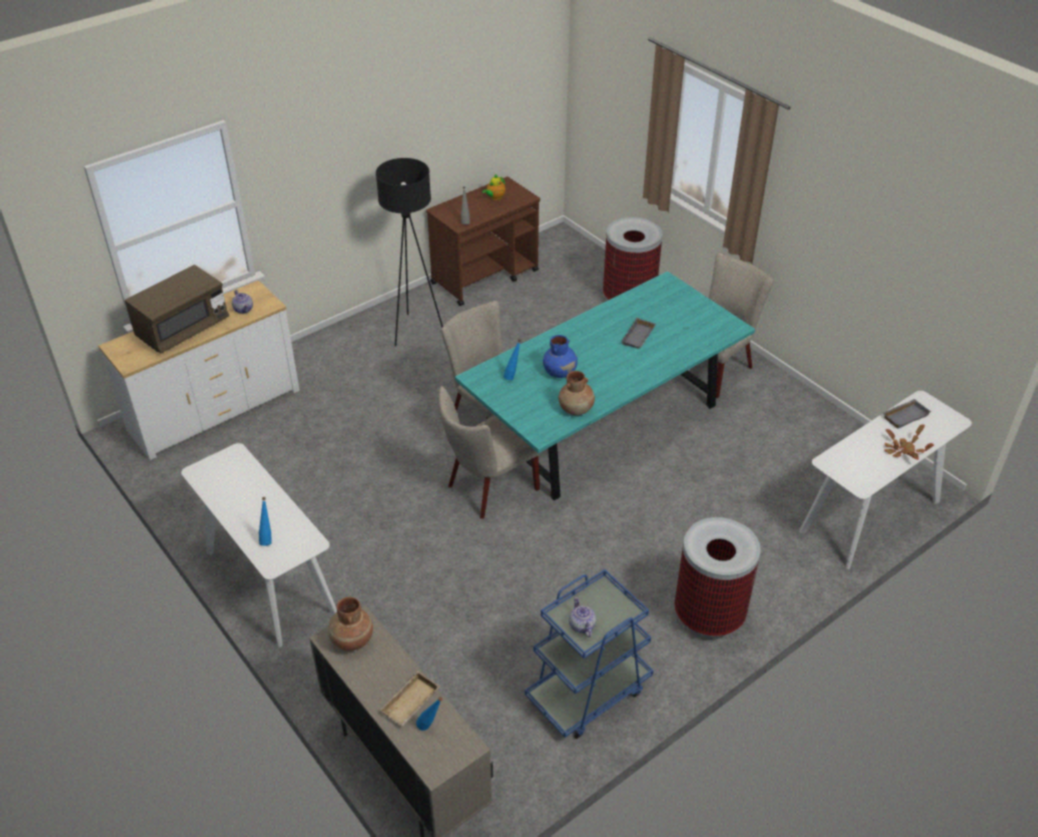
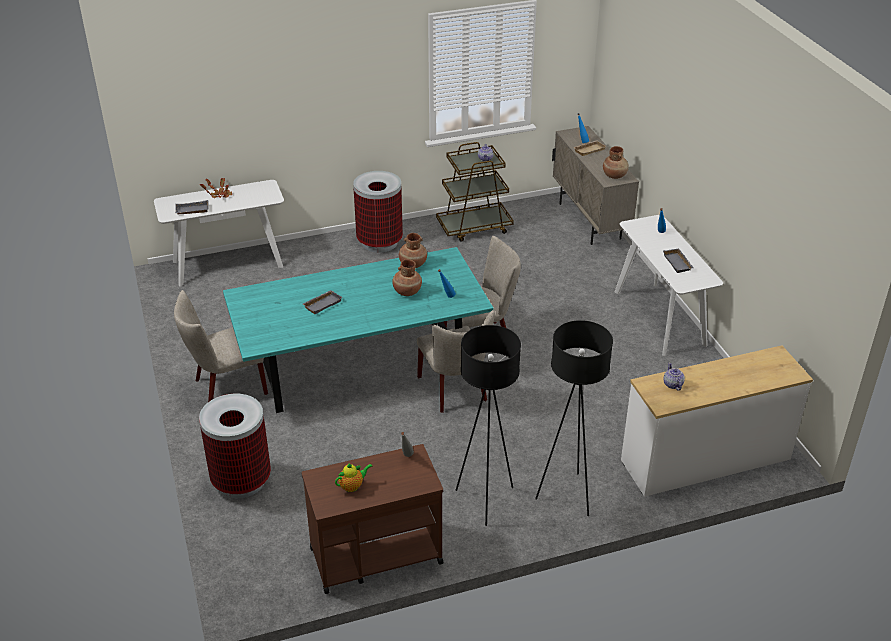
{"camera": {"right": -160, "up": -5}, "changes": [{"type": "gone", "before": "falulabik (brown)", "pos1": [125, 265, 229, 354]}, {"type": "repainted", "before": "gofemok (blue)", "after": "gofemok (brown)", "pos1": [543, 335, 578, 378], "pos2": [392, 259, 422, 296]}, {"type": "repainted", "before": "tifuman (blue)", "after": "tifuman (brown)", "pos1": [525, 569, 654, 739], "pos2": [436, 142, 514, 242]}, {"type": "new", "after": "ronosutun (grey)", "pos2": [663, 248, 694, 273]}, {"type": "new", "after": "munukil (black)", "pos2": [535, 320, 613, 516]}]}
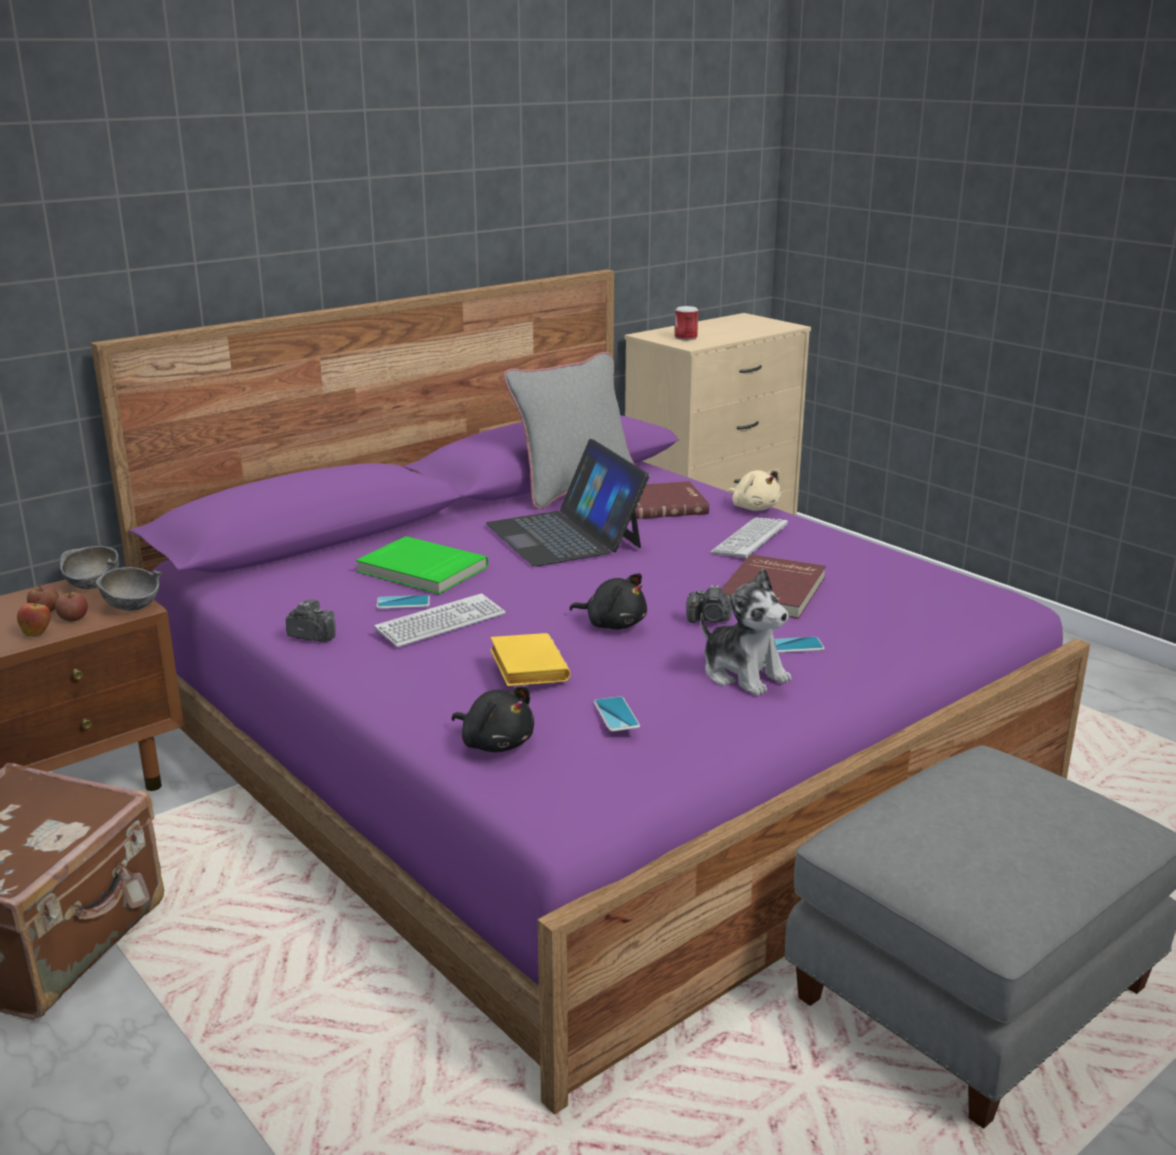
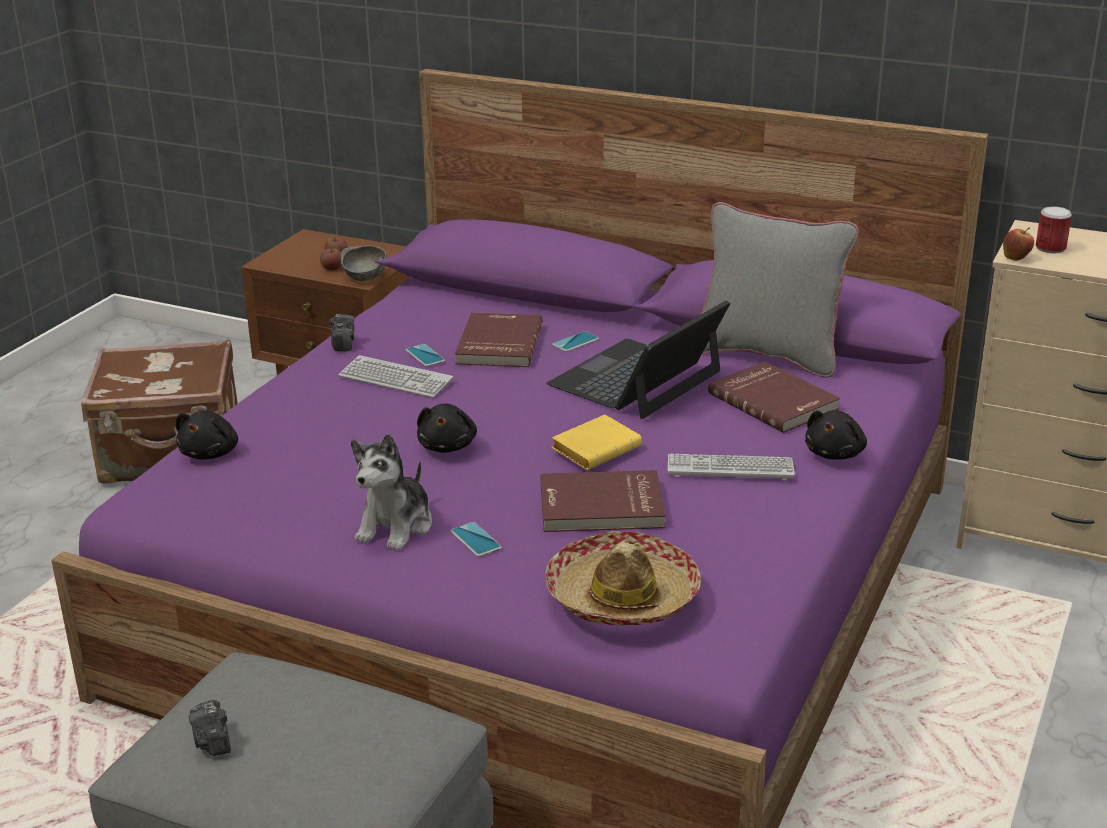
{"camera": {"right": 65, "up": 5}, "changes": [{"type": "repainted", "before": "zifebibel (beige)", "after": "zifebibel (black)", "pos1": [727, 469, 781, 511], "pos2": [805, 410, 867, 460]}, {"type": "repainted", "before": "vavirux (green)", "after": "vavirux (red)", "pos1": [356, 536, 488, 594], "pos2": [455, 312, 543, 367]}, {"type": "gone", "before": "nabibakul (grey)", "pos1": [60, 546, 119, 589]}, {"type": "shifted", "before": "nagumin", "pos1": [686, 585, 732, 623], "pos2": [189, 700, 231, 756]}, {"type": "shifted", "before": "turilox", "pos1": [17, 598, 51, 637], "pos2": [1003, 227, 1034, 261]}, {"type": "shifted", "before": "vavirux (yellow)", "pos1": [490, 633, 571, 686], "pos2": [552, 415, 642, 470]}, {"type": "shifted", "before": "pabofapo", "pos1": [594, 696, 640, 732], "pos2": [552, 331, 599, 352]}, {"type": "new", "after": "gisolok", "pos2": [545, 531, 701, 625]}]}
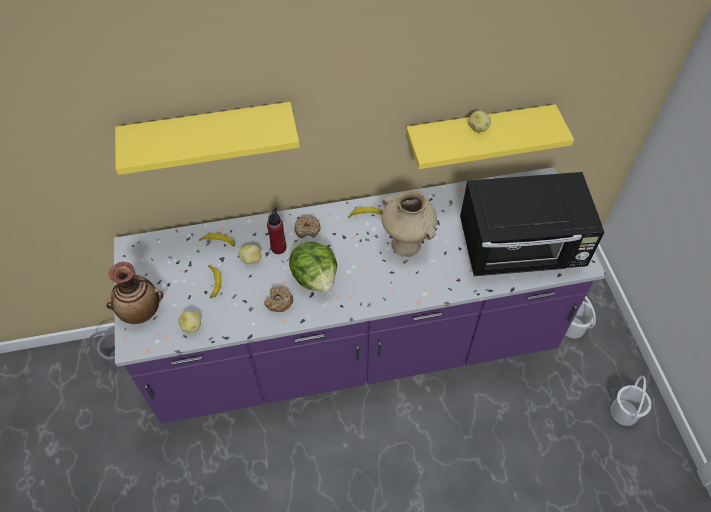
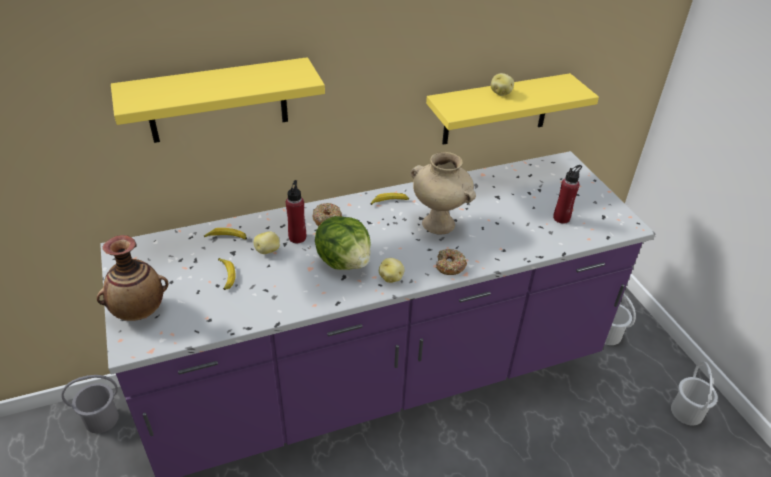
{"camera": {"right": -10, "up": -15}, "changes": [{"type": "swapped", "before": "falulabik (black)", "after": "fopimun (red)", "pos1": [460, 172, 605, 276], "pos2": [553, 165, 582, 224]}, {"type": "shifted", "before": "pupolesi", "pos1": [264, 286, 293, 312], "pos2": [436, 249, 467, 275]}, {"type": "shifted", "before": "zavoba", "pos1": [178, 311, 201, 333], "pos2": [379, 258, 404, 283]}]}
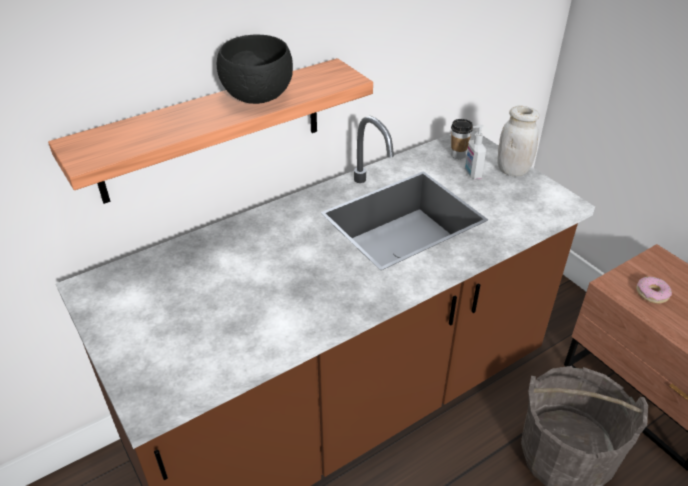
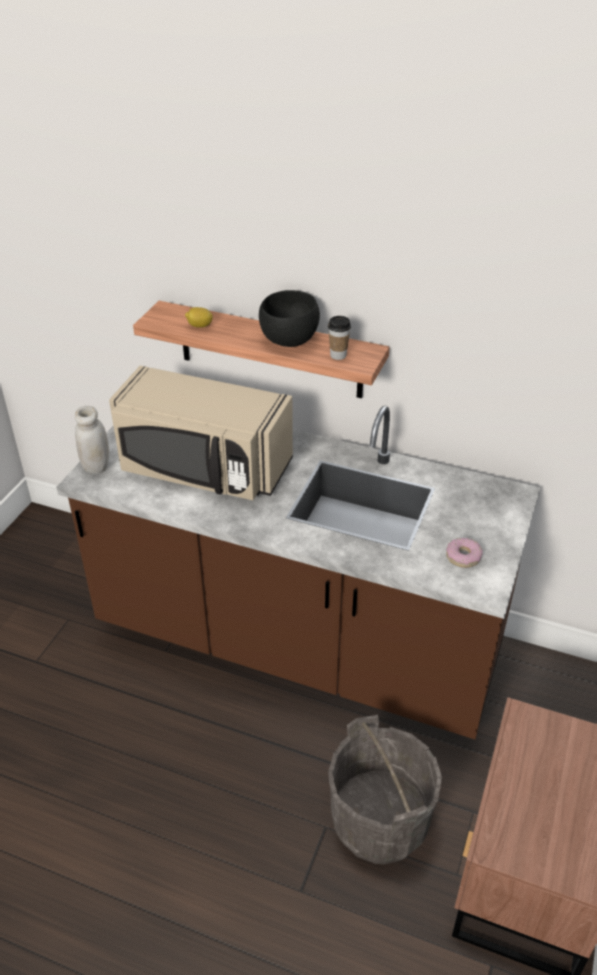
{"camera": {"right": 55, "up": 0}, "changes": [{"type": "shifted", "before": "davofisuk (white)", "pos1": [497, 106, 539, 177], "pos2": [75, 406, 109, 474]}, {"type": "shifted", "before": "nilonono", "pos1": [451, 119, 473, 159], "pos2": [328, 316, 351, 360]}, {"type": "gone", "before": "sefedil", "pos1": [465, 125, 486, 179]}, {"type": "shifted", "before": "pupolesi", "pos1": [636, 276, 672, 304], "pos2": [446, 538, 483, 568]}, {"type": "new", "after": "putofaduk", "pos2": [185, 307, 213, 328]}, {"type": "new", "after": "falulabik (beige)", "pos2": [109, 366, 293, 500]}]}
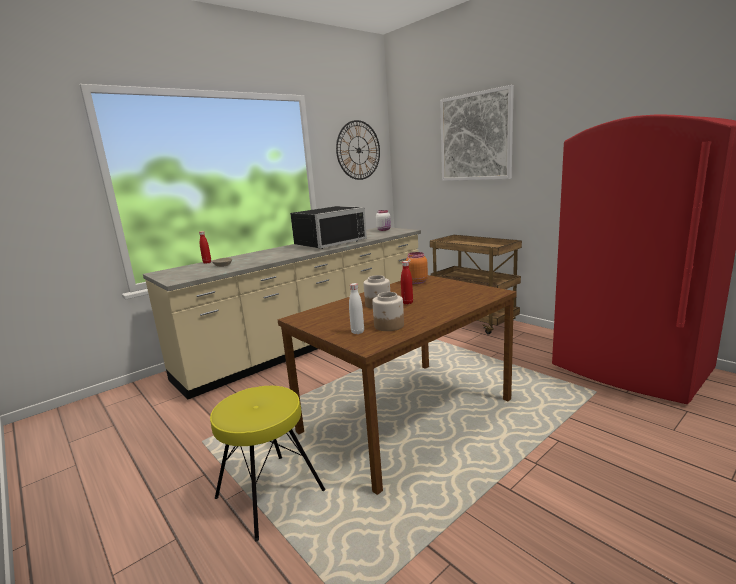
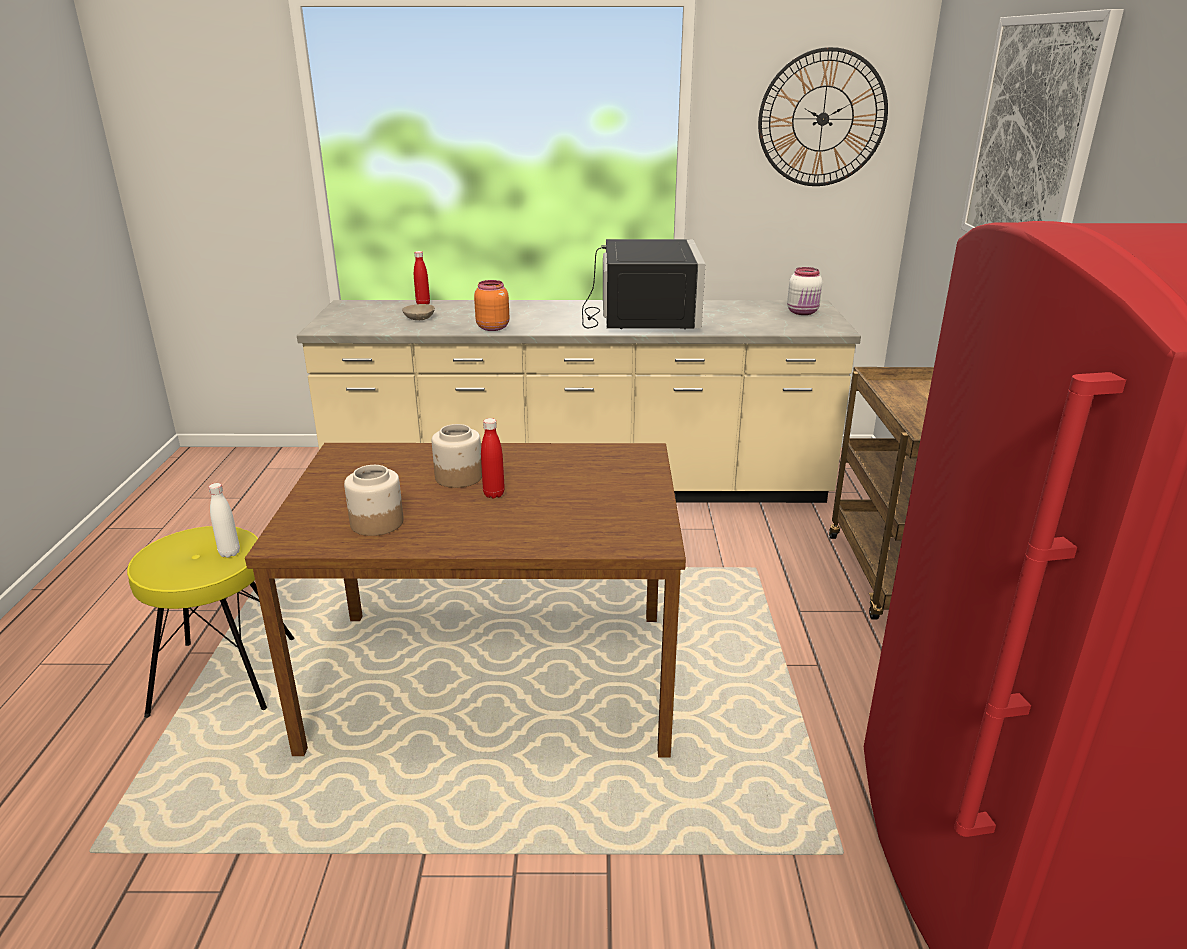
{"camera": {"right": 40, "up": 10}, "changes": [{"type": "rotated", "before": "falulabik (black)", "pos1": [290, 206, 367, 249], "pos2": [582, 239, 705, 329], "turn": -90}, {"type": "shifted", "before": "davofisuk (orange)", "pos1": [406, 252, 428, 284], "pos2": [474, 280, 510, 331]}, {"type": "shifted", "before": "fopimun (white)", "pos1": [349, 283, 364, 334], "pos2": [208, 483, 240, 558]}]}
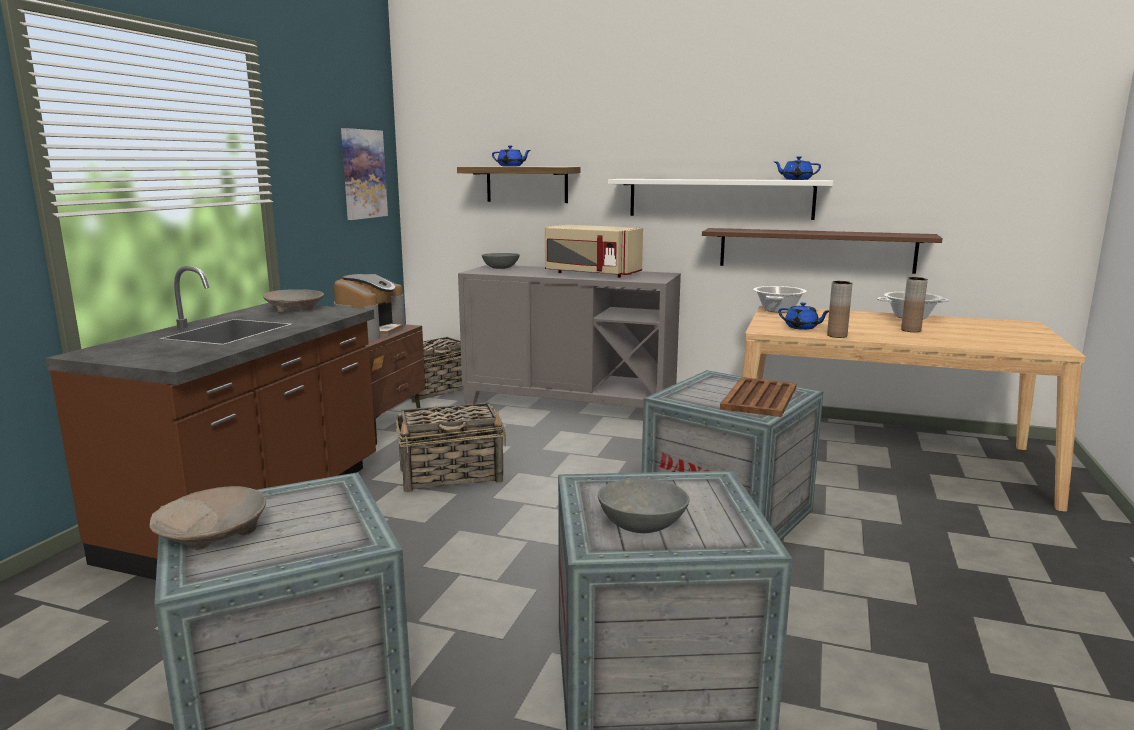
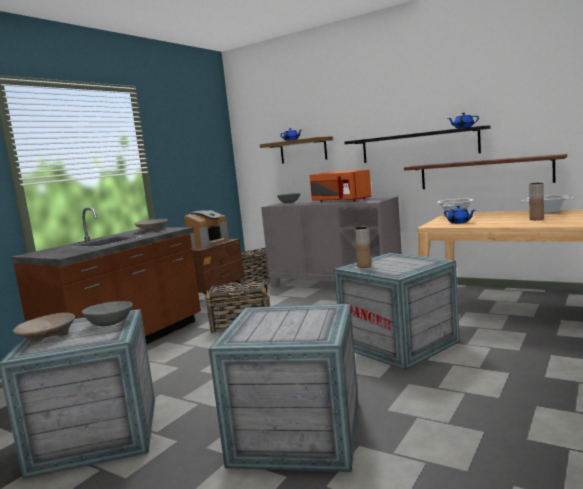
{"camera": {"right": 15, "up": -5}, "changes": [{"type": "gone", "before": "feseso", "pos1": [341, 128, 388, 220]}, {"type": "repainted", "before": "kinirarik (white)", "after": "kinirarik (black)", "pos1": [608, 179, 833, 220], "pos2": [344, 126, 490, 163]}, {"type": "repainted", "before": "falulabik (beige)", "after": "falulabik (orange)", "pos1": [545, 224, 643, 278], "pos2": [310, 170, 371, 202]}, {"type": "shifted", "before": "gofemok (brown)", "pos1": [827, 281, 853, 338], "pos2": [354, 227, 371, 268]}, {"type": "gone", "before": "ronosutun (brown)", "pos1": [720, 377, 797, 417]}, {"type": "shifted", "before": "nabibakul (grey)", "pos1": [598, 478, 690, 533], "pos2": [82, 301, 133, 326]}]}
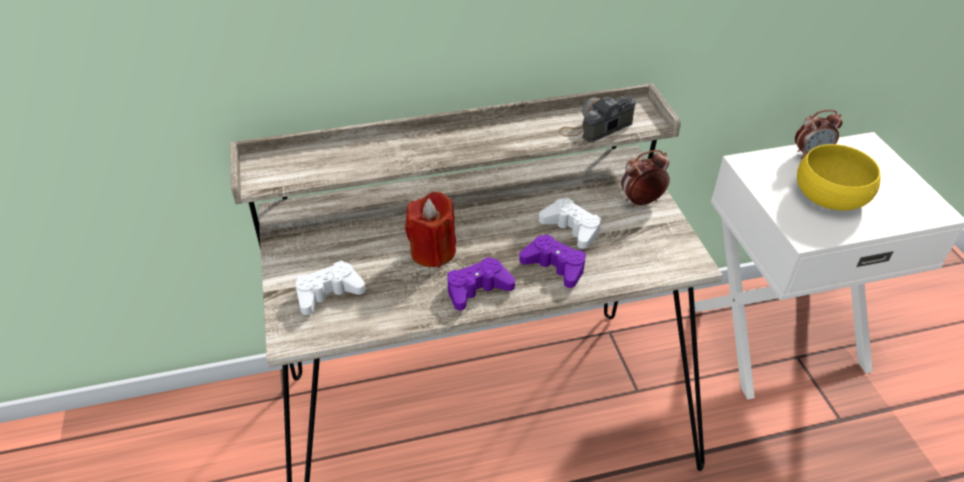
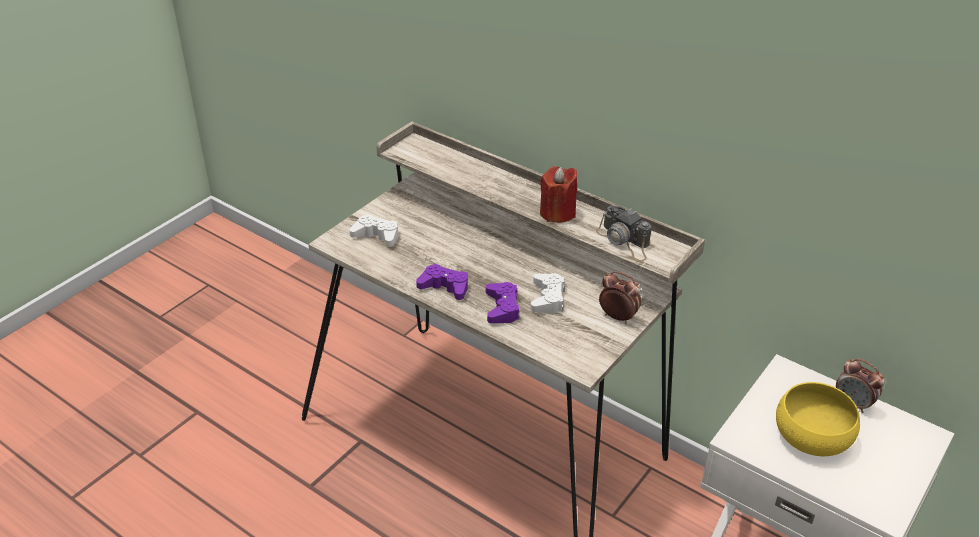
{"camera": {"right": 50, "up": -5}, "changes": [{"type": "rotated", "before": "nagumin", "pos1": [558, 96, 636, 142], "pos2": [596, 205, 652, 262], "turn": -150}, {"type": "shifted", "before": "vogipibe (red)", "pos1": [405, 192, 456, 268], "pos2": [540, 166, 577, 223]}]}
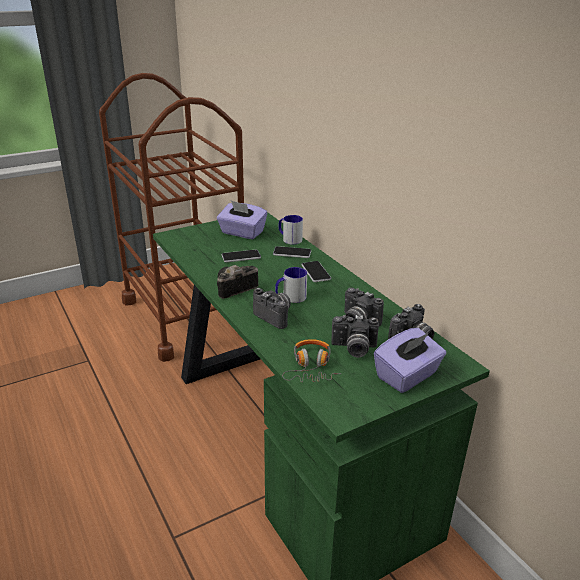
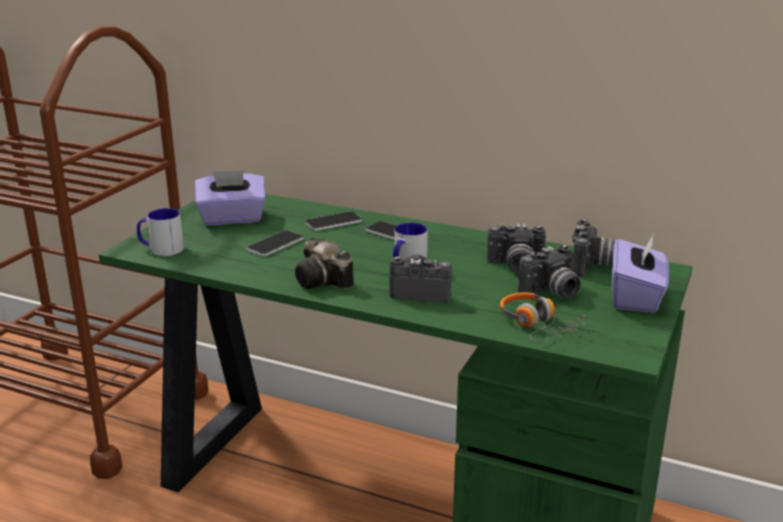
{"camera": {"right": -35, "up": -5}, "changes": [{"type": "shifted", "before": "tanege", "pos1": [278, 215, 303, 244], "pos2": [137, 208, 184, 256]}, {"type": "rotated", "before": "nagumin", "pos1": [217, 265, 258, 299], "pos2": [295, 238, 354, 289], "turn": -60}]}
